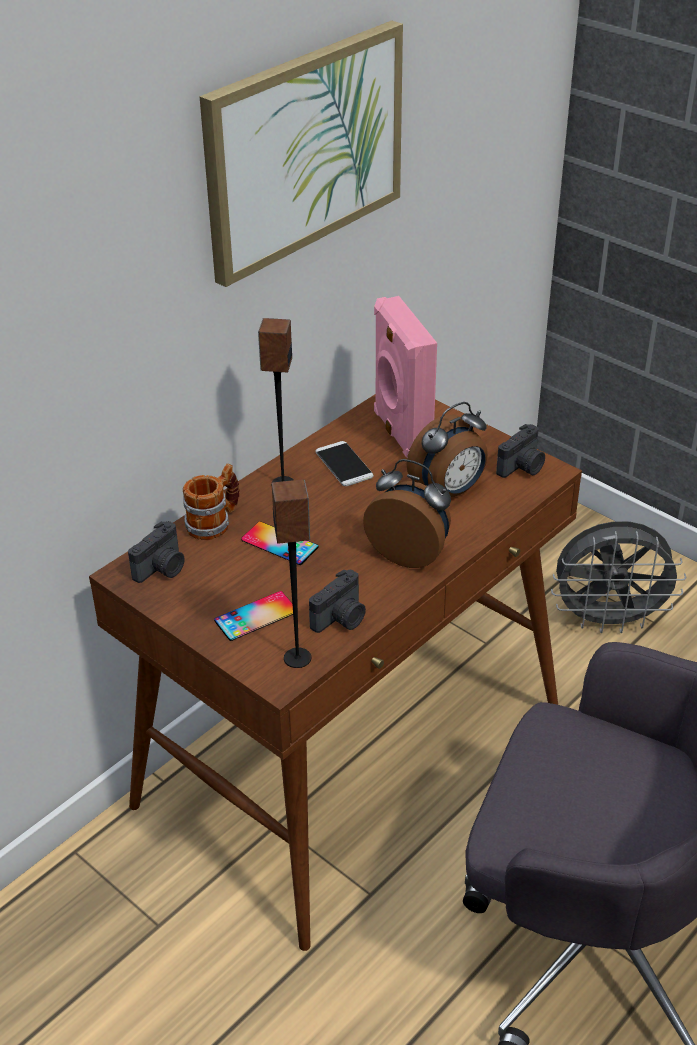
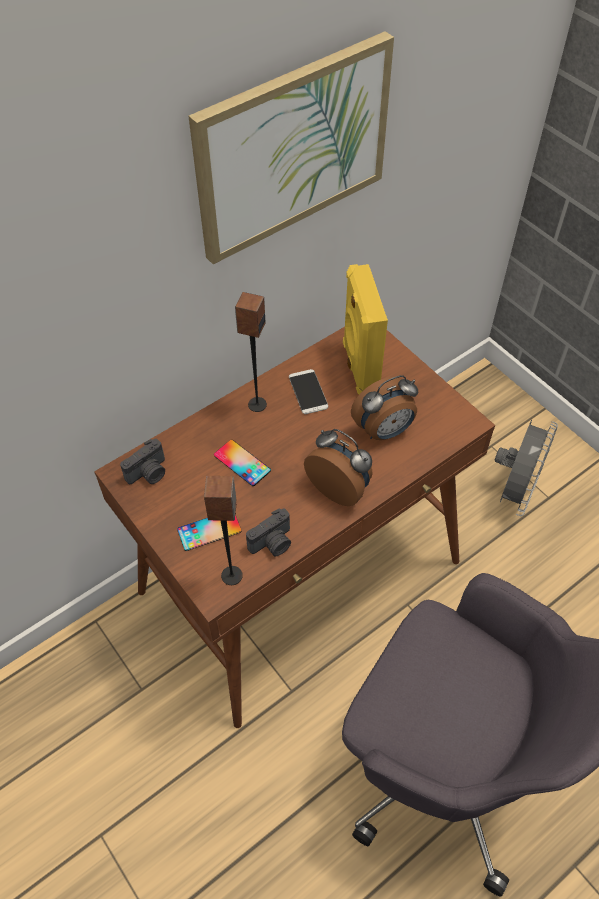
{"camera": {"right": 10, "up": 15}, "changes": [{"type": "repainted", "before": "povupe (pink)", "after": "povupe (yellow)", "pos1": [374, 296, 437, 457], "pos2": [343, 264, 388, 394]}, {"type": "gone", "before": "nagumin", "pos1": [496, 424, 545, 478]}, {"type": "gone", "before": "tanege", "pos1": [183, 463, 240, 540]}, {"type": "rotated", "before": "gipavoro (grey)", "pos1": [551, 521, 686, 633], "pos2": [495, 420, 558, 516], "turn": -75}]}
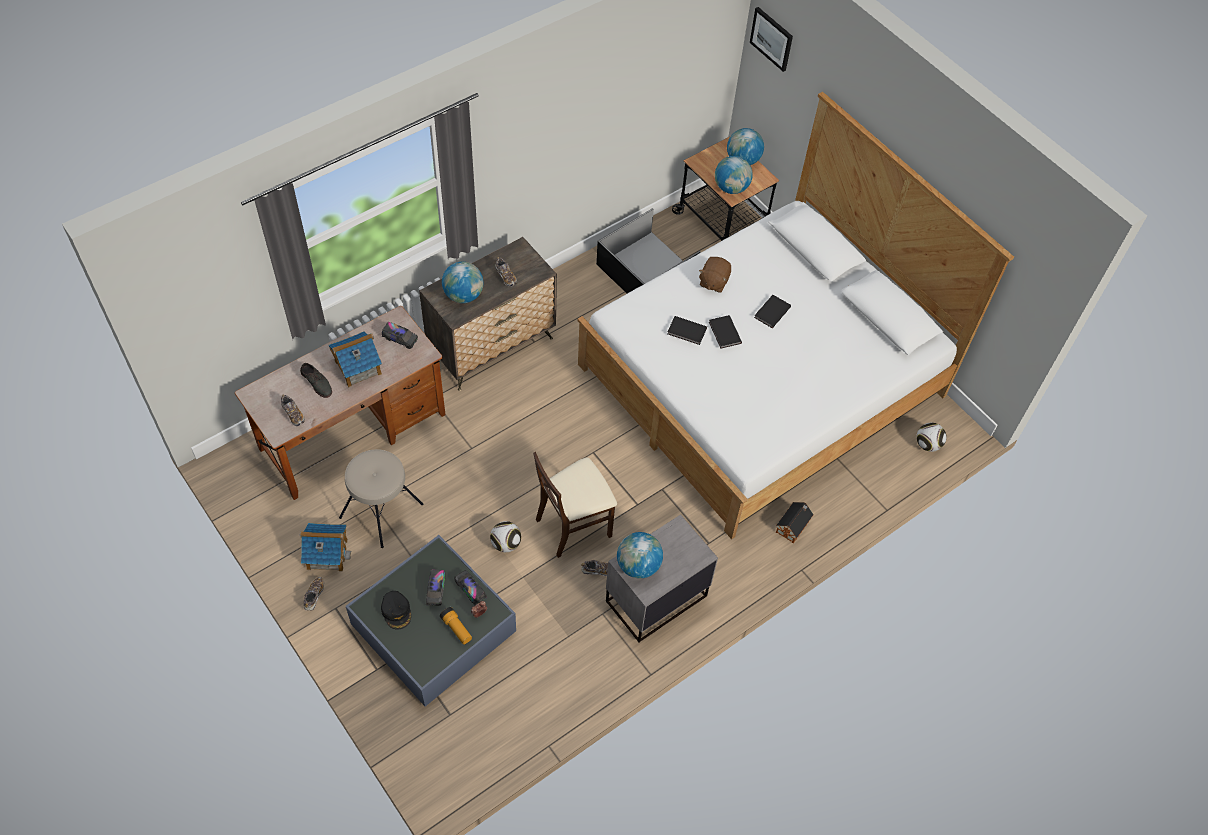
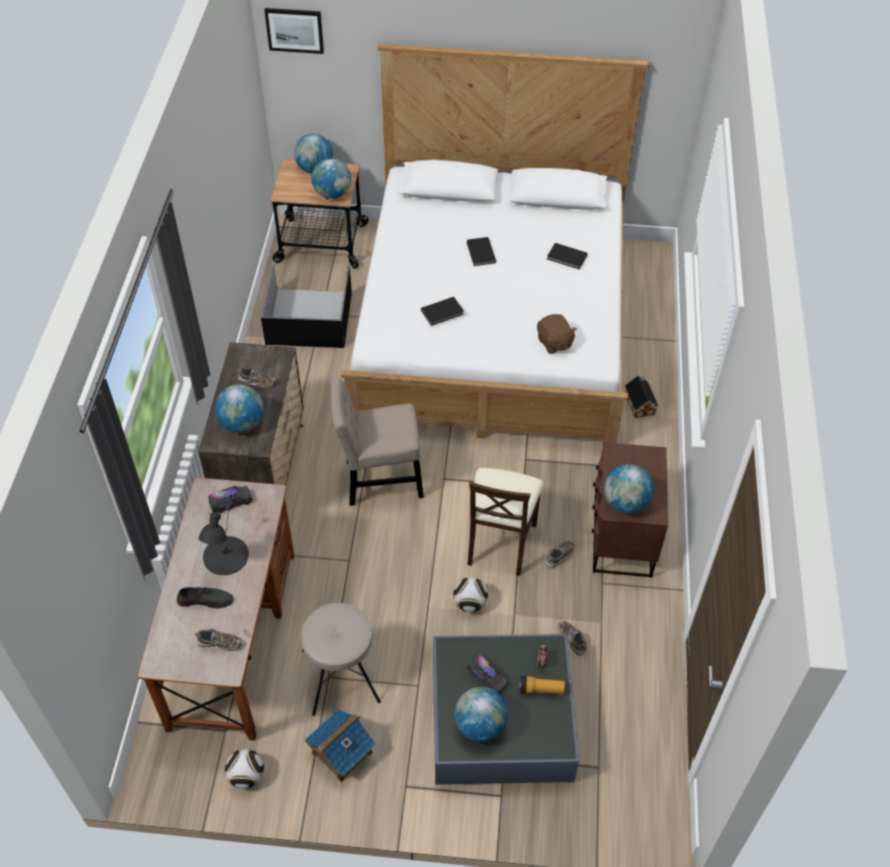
{"camera": {"right": -45, "up": -5}, "changes": [{"type": "shifted", "before": "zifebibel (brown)", "pos1": [699, 257, 731, 293], "pos2": [537, 314, 577, 354]}, {"type": "shifted", "before": "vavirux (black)", "pos1": [709, 315, 742, 349], "pos2": [547, 243, 588, 269]}, {"type": "swapped", "before": "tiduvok", "after": "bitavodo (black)", "pos1": [329, 331, 382, 387], "pos2": [198, 504, 249, 575]}, {"type": "shifted", "before": "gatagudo", "pos1": [916, 423, 947, 452], "pos2": [225, 749, 264, 789]}, {"type": "repainted", "before": "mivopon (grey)", "after": "mivopon (brown)", "pos1": [606, 515, 718, 643], "pos2": [592, 442, 668, 578]}, {"type": "gone", "before": "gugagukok", "pos1": [454, 570, 487, 605]}, {"type": "shifted", "before": "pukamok", "pos1": [304, 577, 324, 611], "pos2": [558, 621, 587, 656]}, {"type": "swapped", "before": "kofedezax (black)", "after": "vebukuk", "pos1": [381, 591, 411, 629], "pos2": [454, 687, 508, 742]}, {"type": "new", "after": "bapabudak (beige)", "pos2": [330, 377, 424, 506]}]}
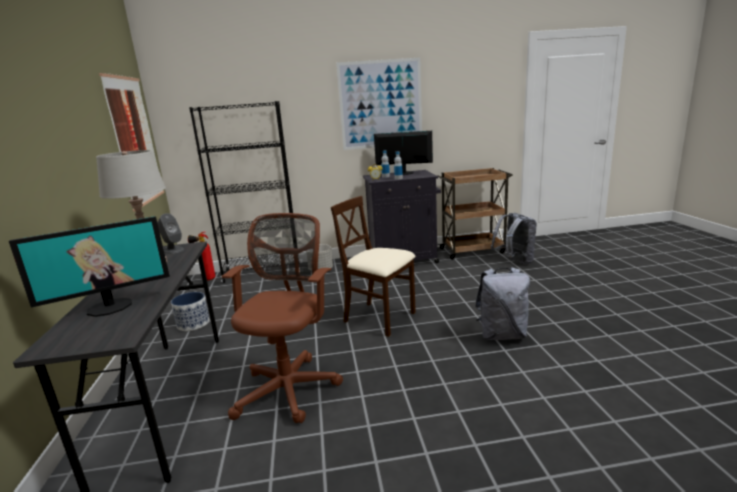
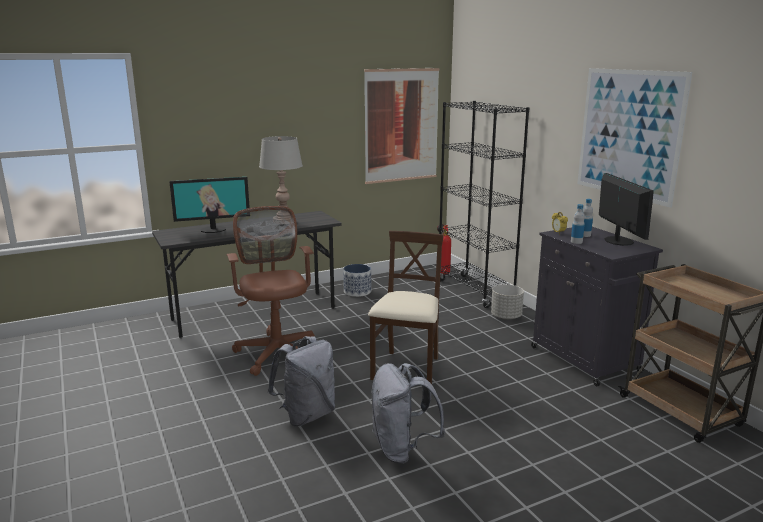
{"camera": {"right": 70, "up": 0}, "changes": [{"type": "gone", "before": "povupe (grey)", "pos1": [157, 213, 184, 254]}, {"type": "rotated", "before": "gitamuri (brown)", "pos1": [222, 213, 343, 423], "pos2": [226, 206, 315, 376], "turn": -105}, {"type": "shifted", "before": "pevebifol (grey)", "pos1": [491, 213, 537, 265], "pos2": [267, 336, 335, 426]}, {"type": "rotated", "before": "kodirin", "pos1": [9, 216, 170, 317], "pos2": [169, 177, 250, 233], "turn": -60}]}
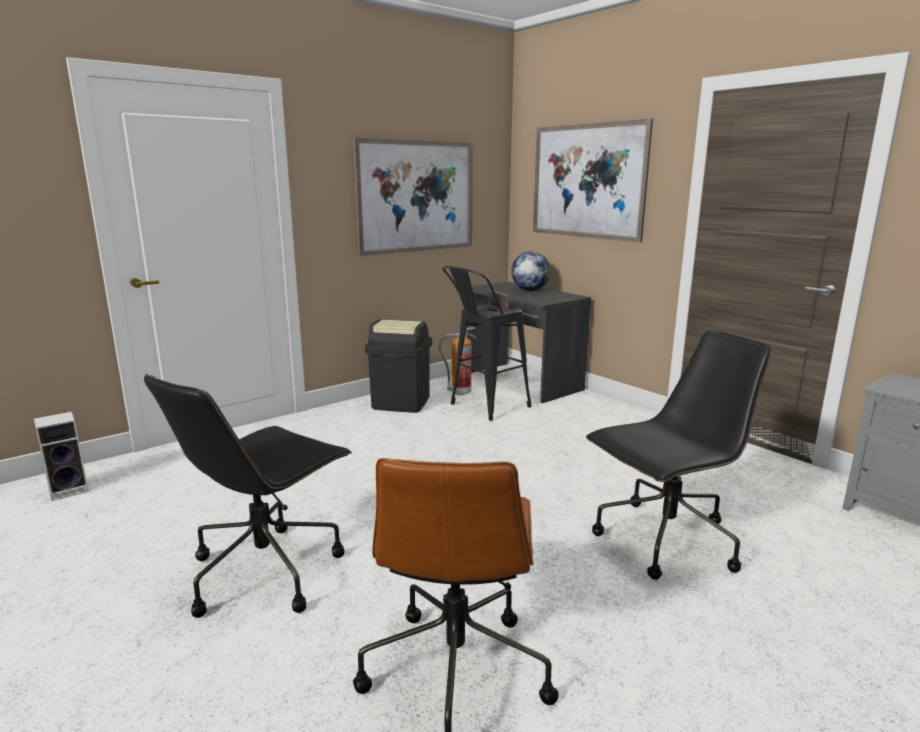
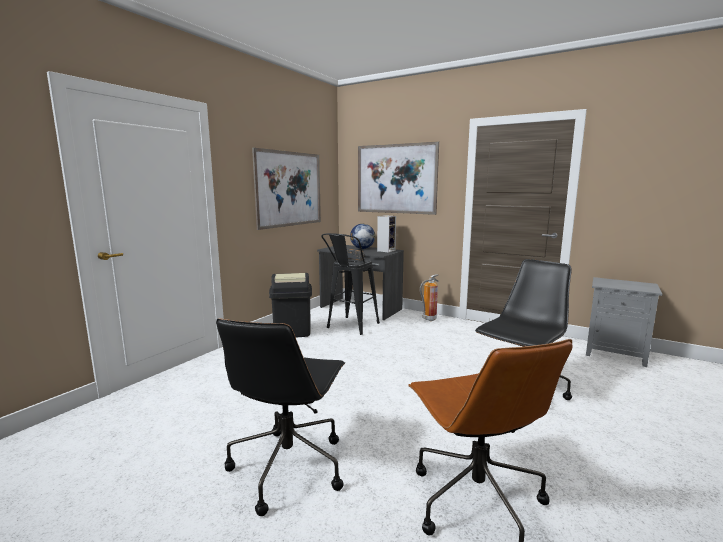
{"camera": {"right": -20, "up": -5}, "changes": [{"type": "shifted", "before": "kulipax", "pos1": [438, 327, 476, 395], "pos2": [420, 274, 439, 321]}, {"type": "shifted", "before": "povupe", "pos1": [34, 412, 89, 501], "pos2": [377, 215, 396, 252]}]}
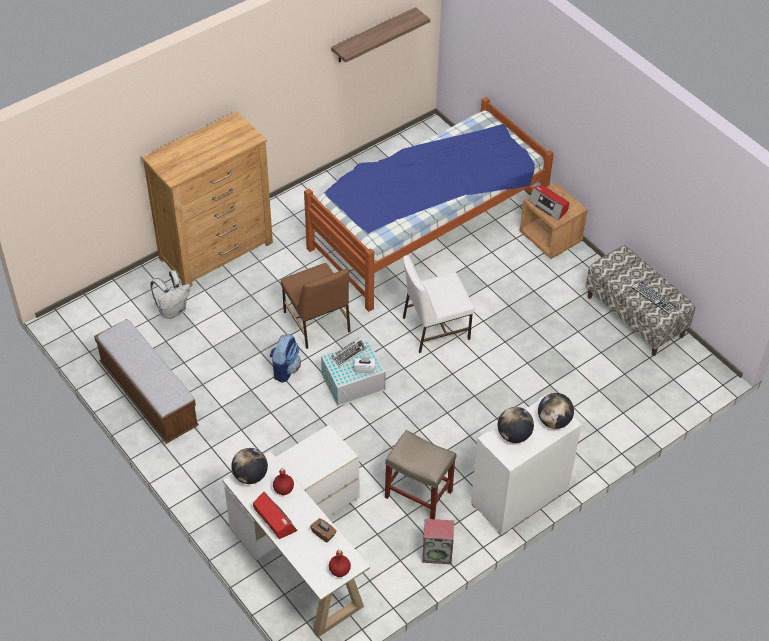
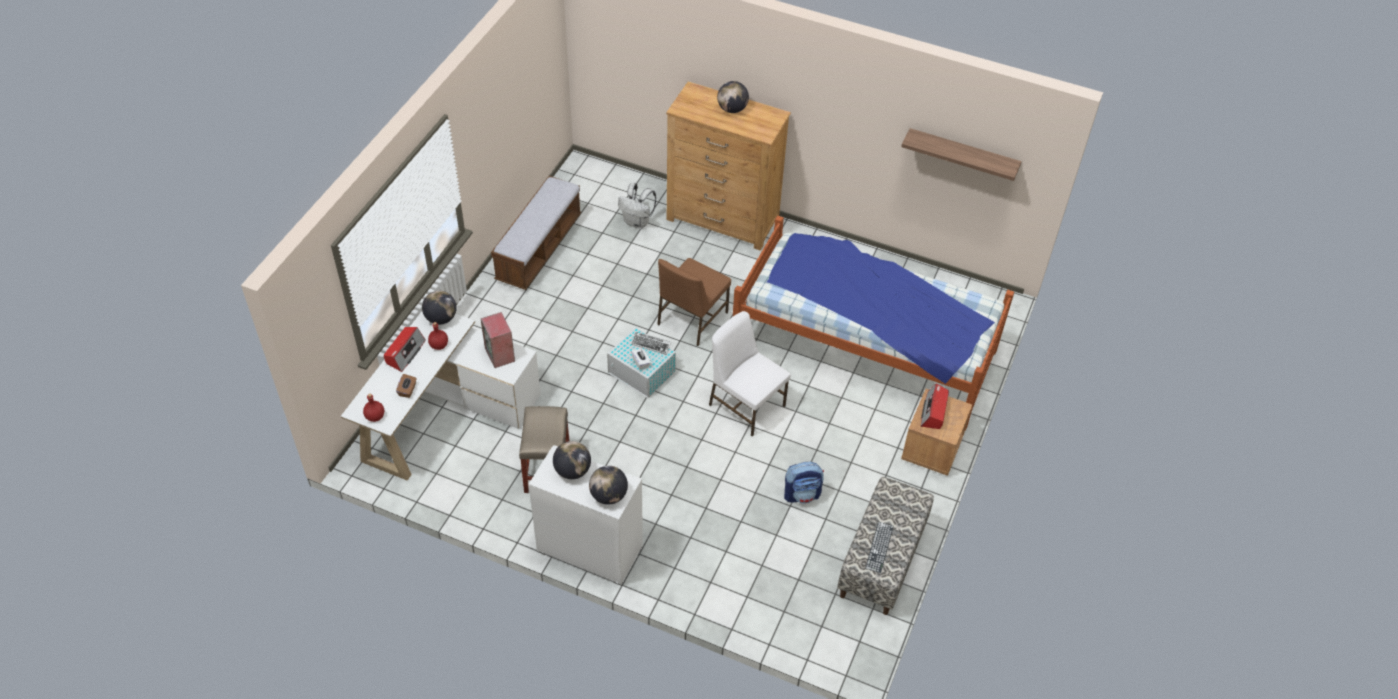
{"camera": {"right": 60, "up": 0}, "changes": [{"type": "shifted", "before": "pevebifol", "pos1": [270, 334, 301, 383], "pos2": [784, 462, 824, 504]}, {"type": "shifted", "before": "povupe", "pos1": [422, 519, 454, 564], "pos2": [481, 312, 515, 368]}, {"type": "new", "after": "vebukuk", "pos2": [717, 81, 749, 113]}]}
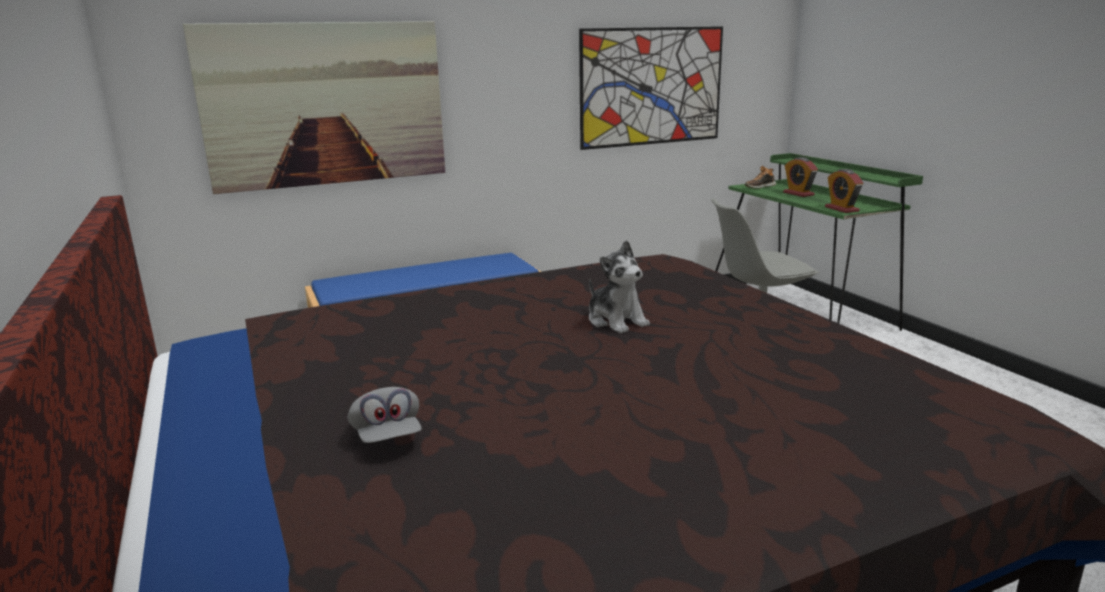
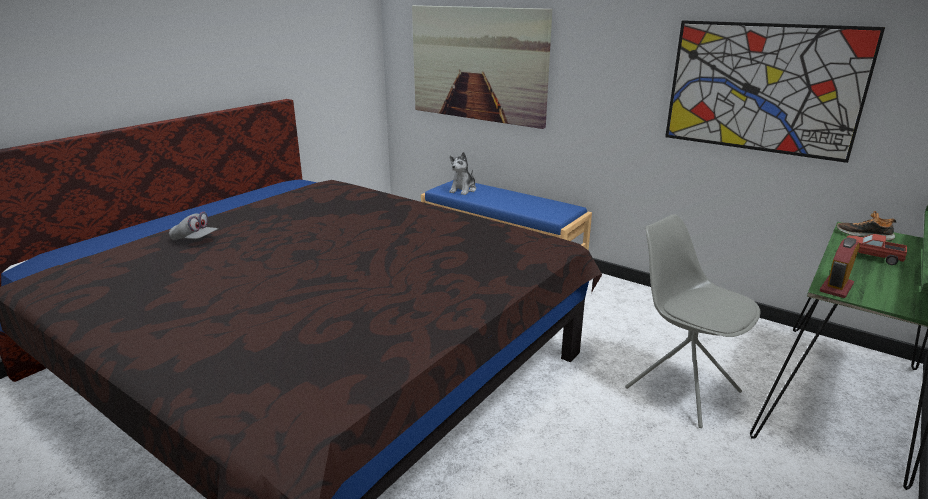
{"camera": {"right": 60, "up": 5}, "changes": [{"type": "swapped", "before": "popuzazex", "after": "gugagukok", "pos1": [783, 157, 818, 197], "pos2": [847, 234, 907, 265]}, {"type": "shifted", "before": "zifebibel", "pos1": [589, 240, 650, 334], "pos2": [449, 152, 476, 195]}, {"type": "rotated", "before": "kofedezax (grey)", "pos1": [347, 387, 422, 443], "pos2": [169, 212, 218, 240], "turn": -105}]}
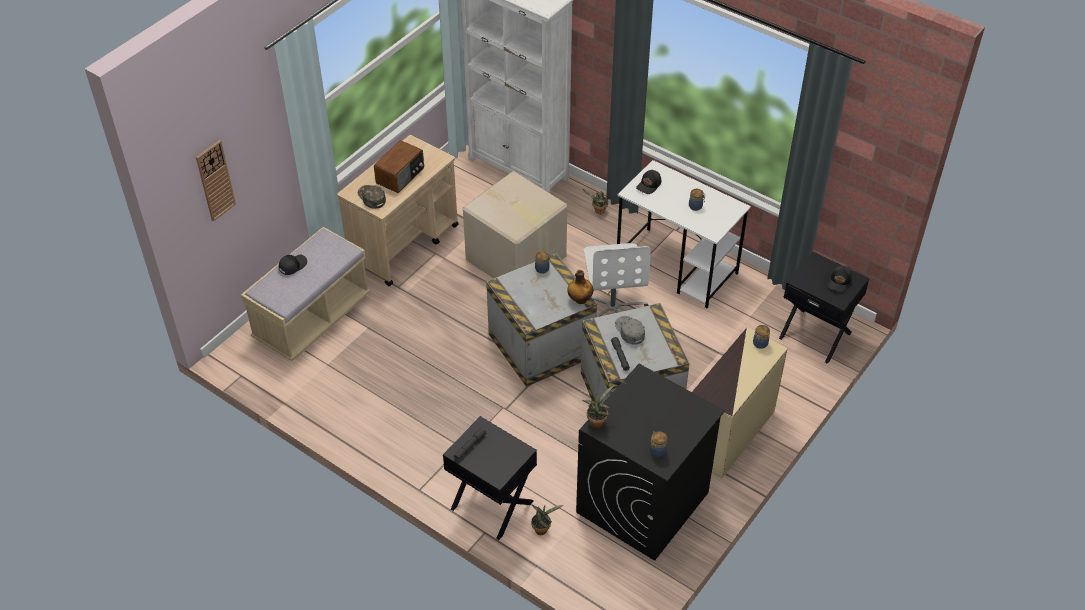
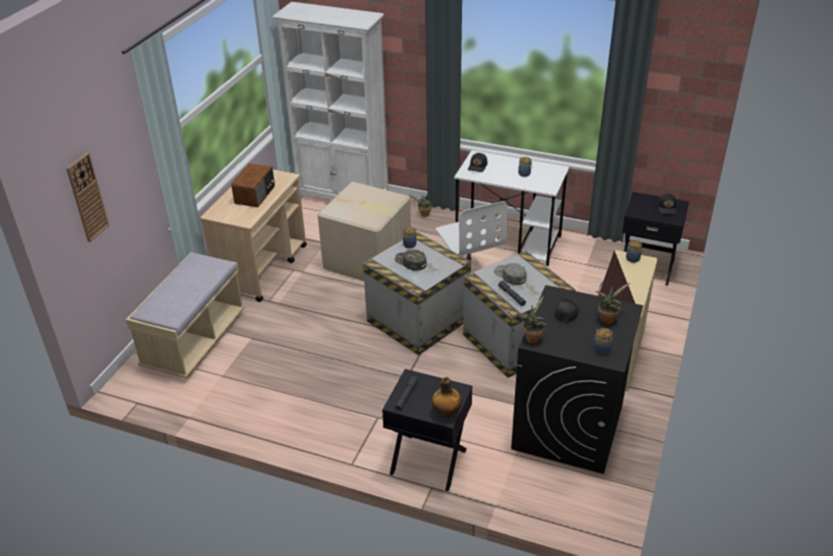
{"camera": {"right": -15, "up": -10}, "changes": [{"type": "shifted", "before": "kofedezax (green)", "pos1": [358, 185, 386, 209], "pos2": [394, 250, 427, 271]}, {"type": "shifted", "before": "kofedezax (black)", "pos1": [279, 255, 307, 275], "pos2": [554, 299, 581, 322]}, {"type": "shifted", "before": "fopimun", "pos1": [567, 270, 593, 304], "pos2": [432, 377, 462, 418]}, {"type": "shifted", "before": "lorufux", "pos1": [531, 504, 563, 535], "pos2": [596, 283, 630, 324]}]}
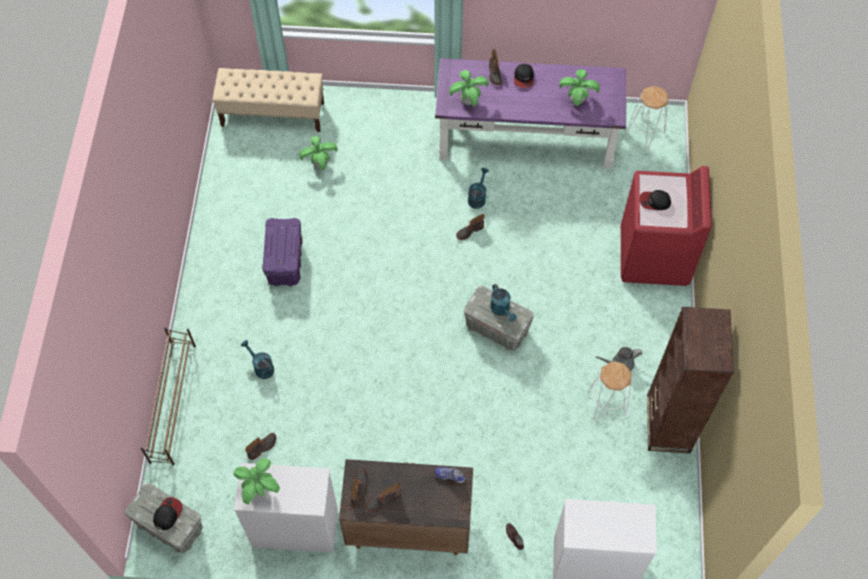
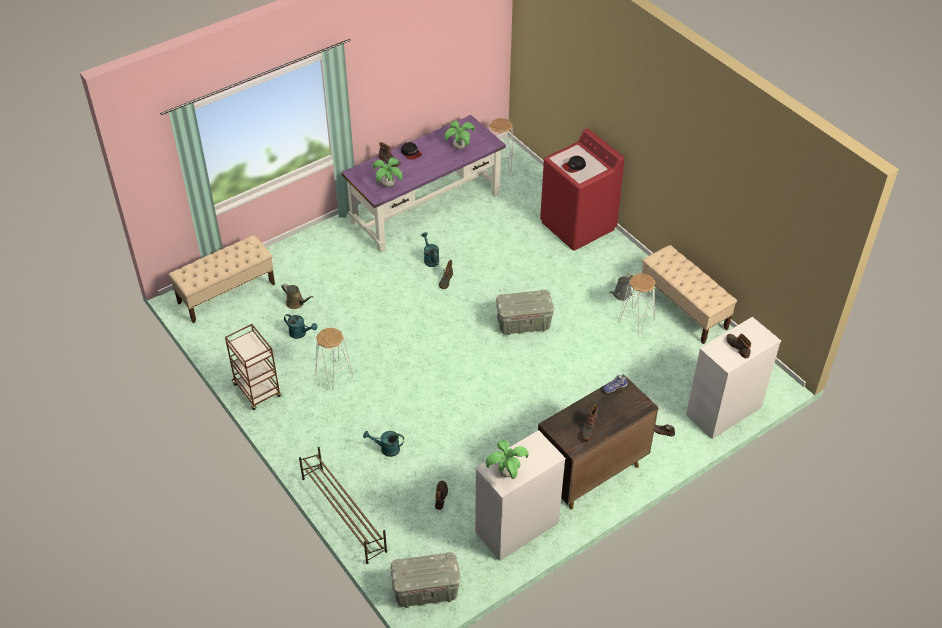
{"camera": {"right": -40, "up": -15}, "changes": [{"type": "swapped", "before": "lorufux", "after": "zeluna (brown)", "pos1": [300, 136, 338, 170], "pos2": [281, 283, 314, 309]}, {"type": "swapped", "before": "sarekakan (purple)", "after": "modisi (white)", "pos1": [262, 218, 303, 286], "pos2": [315, 328, 354, 391]}, {"type": "shifted", "before": "zeluna (turquoise)", "pos1": [490, 284, 517, 322], "pos2": [284, 314, 317, 339]}, {"type": "swapped", "before": "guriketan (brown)", "after": "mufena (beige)", "pos1": [647, 307, 734, 454], "pos2": [642, 245, 737, 344]}, {"type": "shifted", "before": "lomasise", "pos1": [350, 467, 368, 506], "pos2": [726, 334, 751, 358]}, {"type": "gone", "before": "kofedezax", "pos1": [153, 497, 183, 530]}, {"type": "new", "after": "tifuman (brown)", "pos2": [225, 324, 281, 410]}]}
